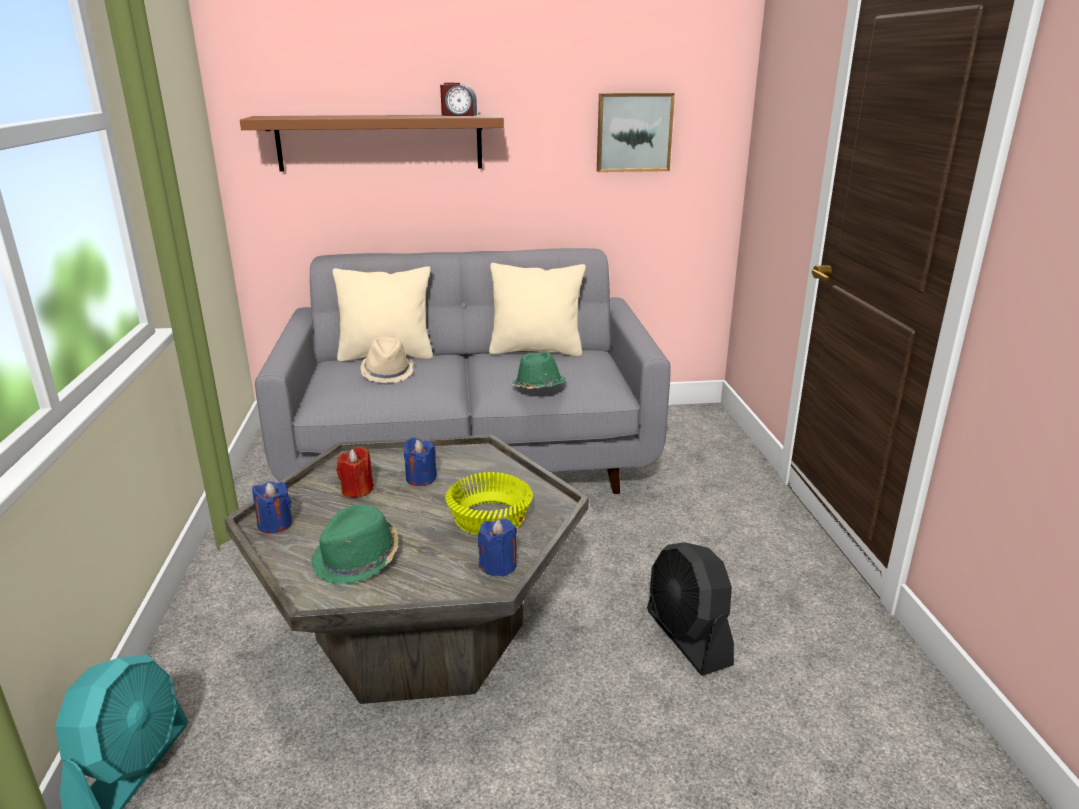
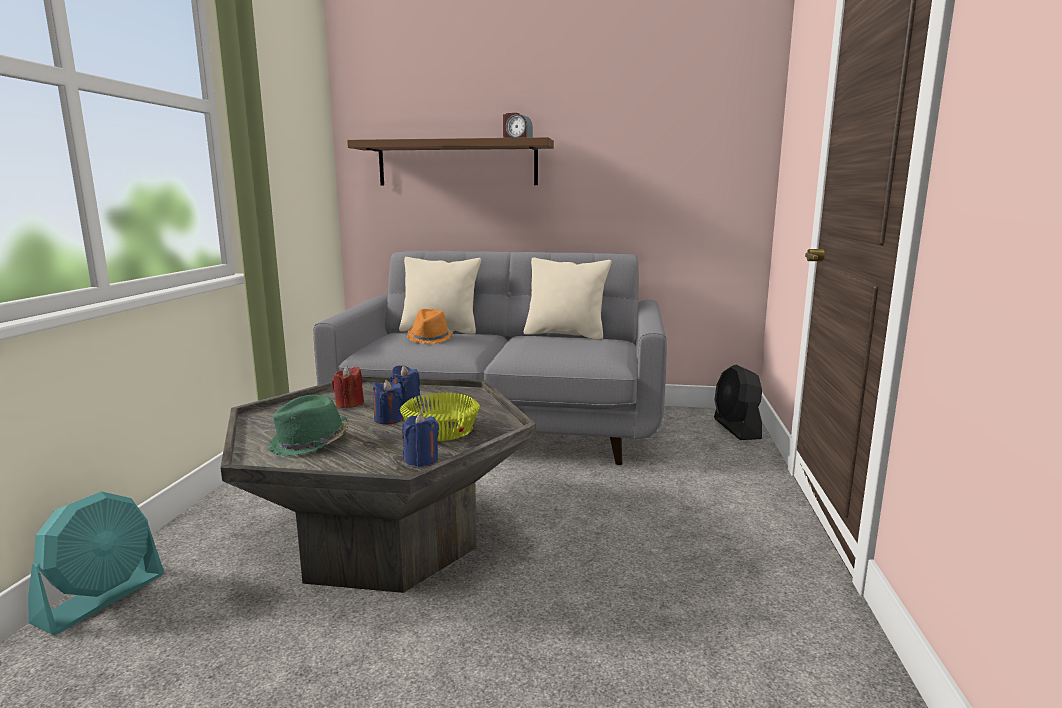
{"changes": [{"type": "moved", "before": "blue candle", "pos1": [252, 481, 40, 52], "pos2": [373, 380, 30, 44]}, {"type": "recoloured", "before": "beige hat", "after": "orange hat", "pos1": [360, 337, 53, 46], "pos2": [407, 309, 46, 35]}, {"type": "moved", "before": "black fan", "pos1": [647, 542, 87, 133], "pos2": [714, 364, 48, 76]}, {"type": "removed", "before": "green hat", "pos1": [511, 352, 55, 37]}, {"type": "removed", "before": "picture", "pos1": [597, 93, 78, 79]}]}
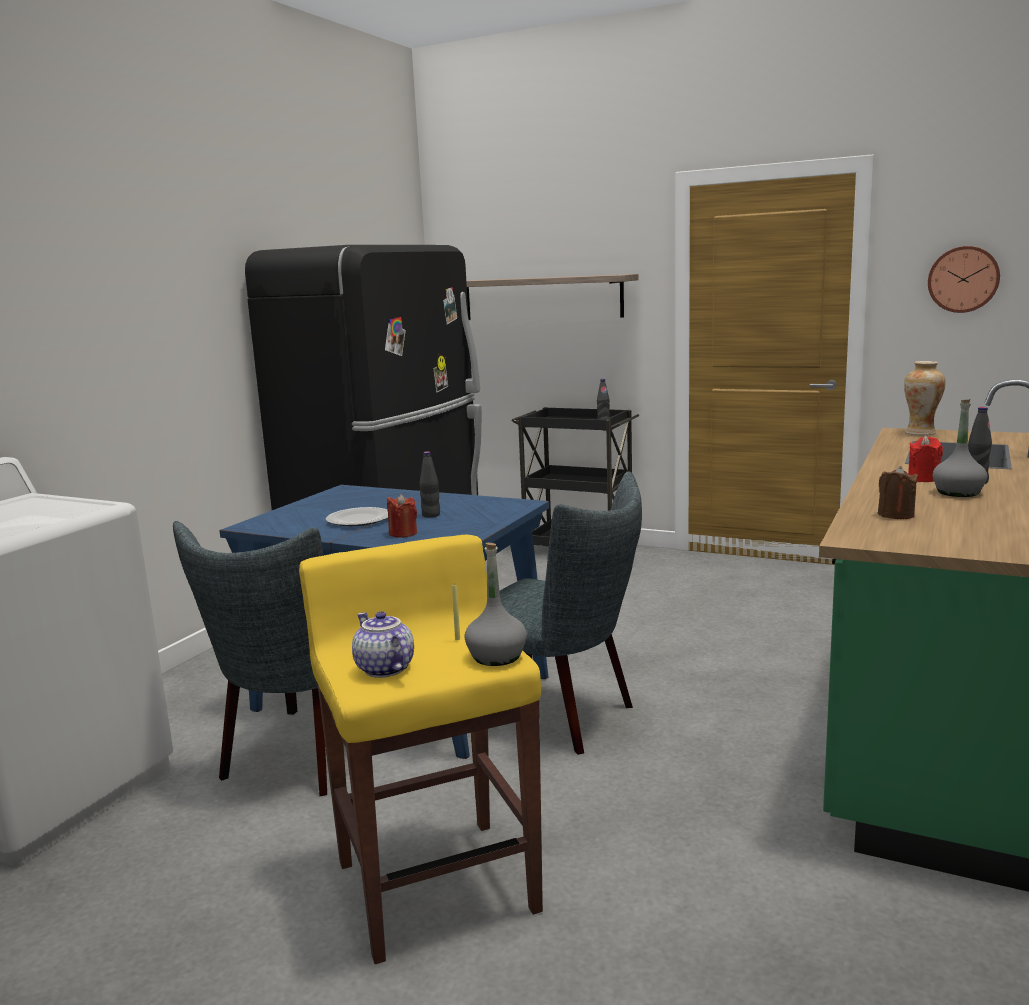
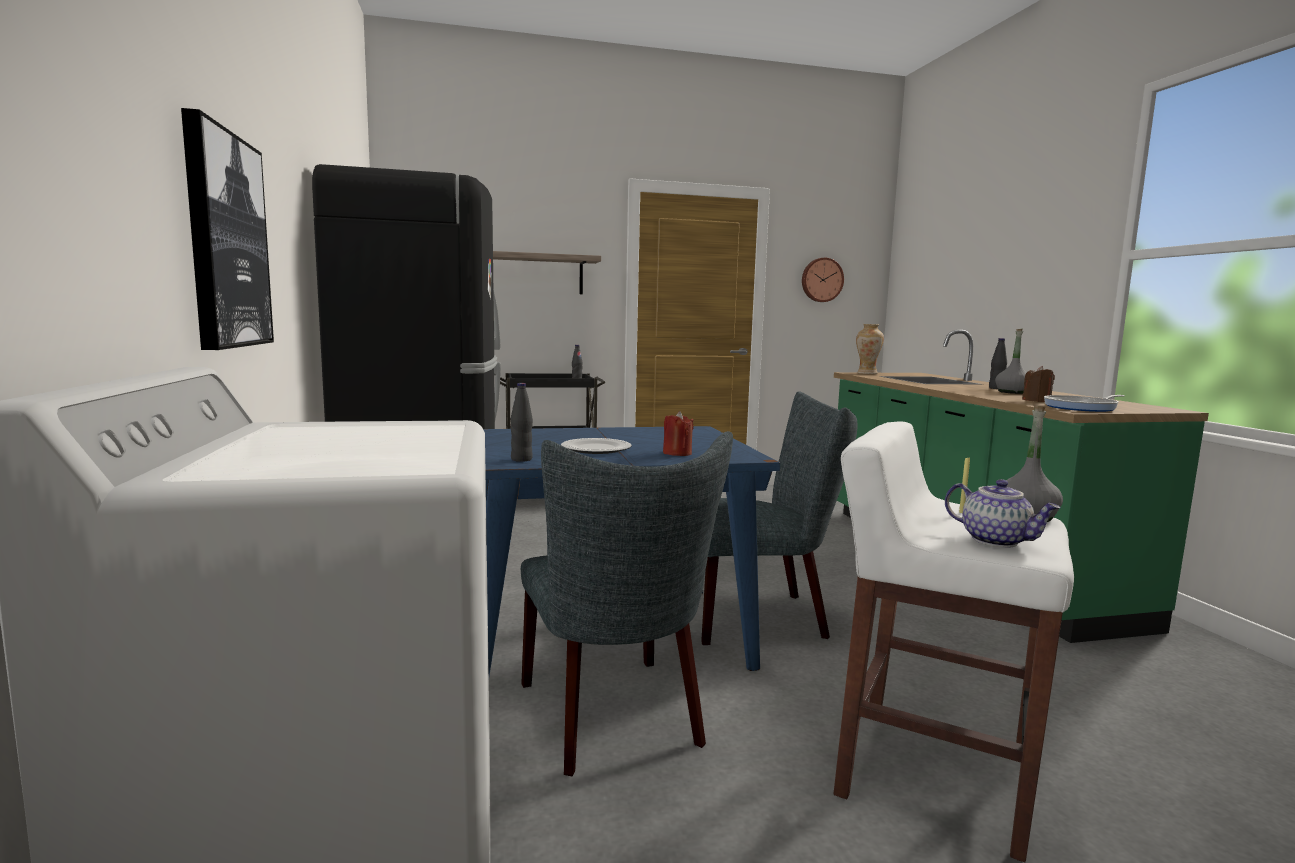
{"changes": [{"type": "added", "after": "picture", "pos2": [181, 108, 93, 242]}, {"type": "moved", "before": "black bottle", "pos1": [419, 451, 21, 67], "pos2": [511, 383, 22, 79]}, {"type": "recoloured", "before": "yellow stool", "after": "white stool", "pos1": [299, 535, 244, 429], "pos2": [834, 421, 240, 441]}, {"type": "turned", "before": "teapot", "pos1": [352, 611, 62, 67], "pos2": [945, 479, 116, 69], "turn": -150}, {"type": "added", "after": "frying pan", "pos2": [1044, 395, 81, 17]}, {"type": "removed", "before": "red candle", "pos1": [908, 436, 35, 46]}]}
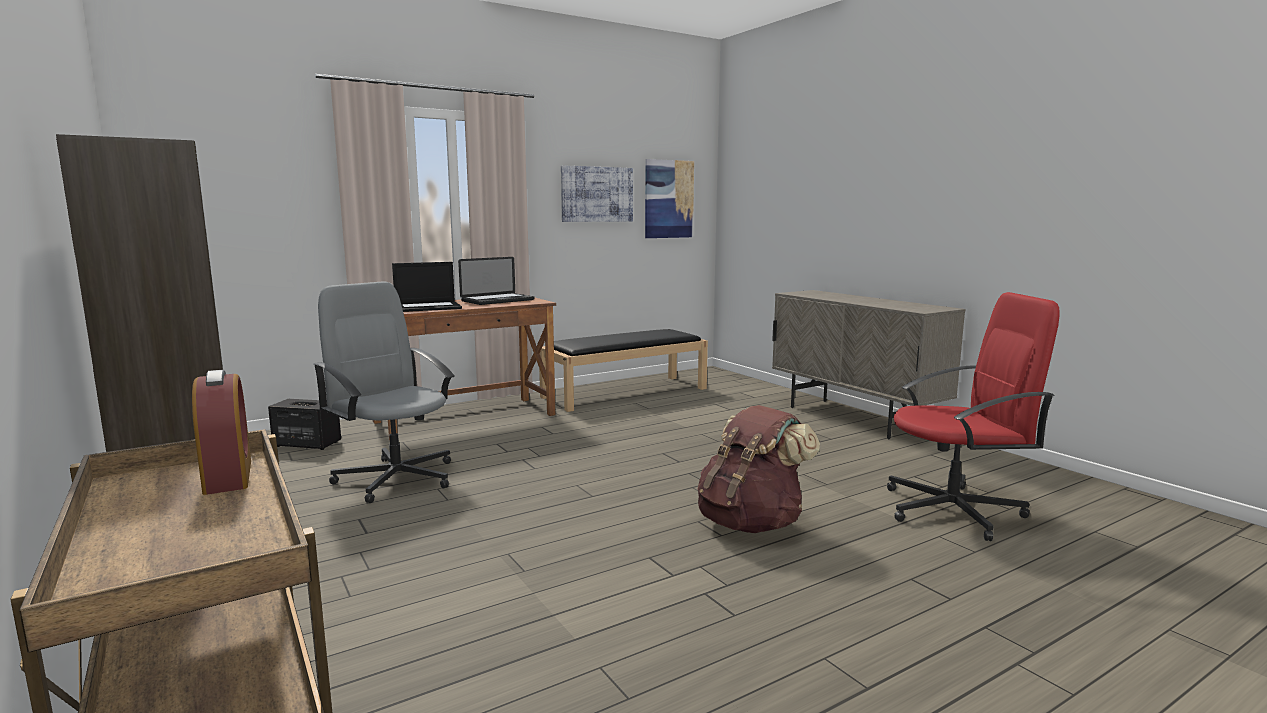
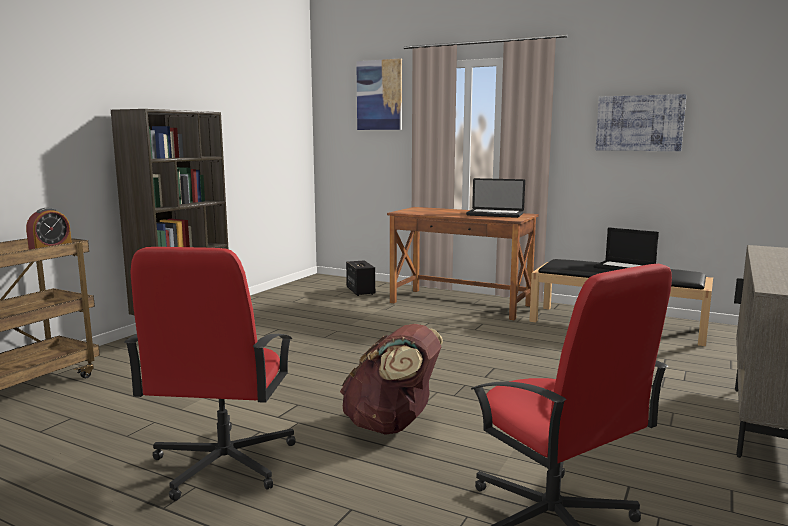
{"changes": [{"type": "added", "after": "red office chair", "pos2": [124, 247, 172, 254]}, {"type": "moved", "before": "picture", "pos1": [645, 159, 49, 79], "pos2": [356, 58, 46, 72]}, {"type": "moved", "before": "laptop", "pos1": [392, 262, 70, 50], "pos2": [594, 227, 65, 43]}, {"type": "removed", "before": "grey office chair", "pos1": [313, 281, 142, 222]}]}
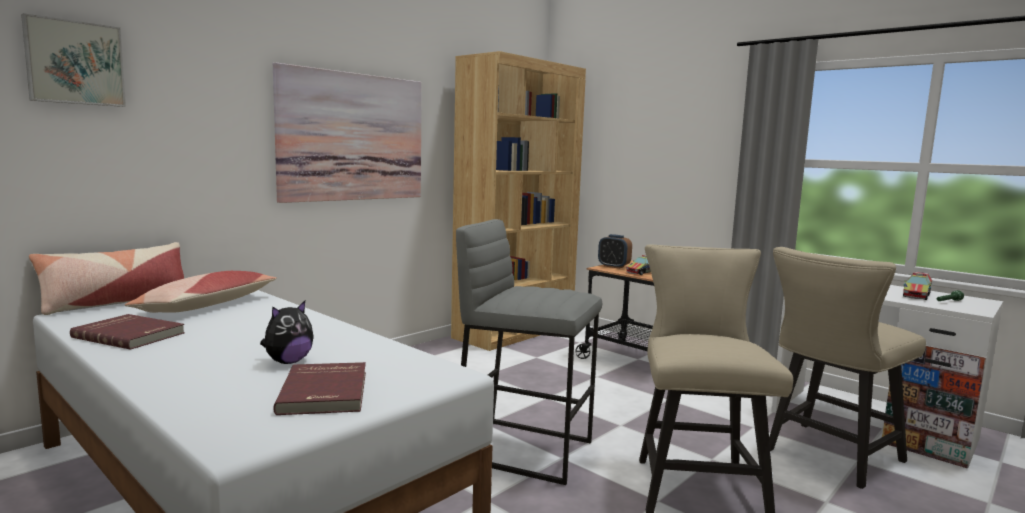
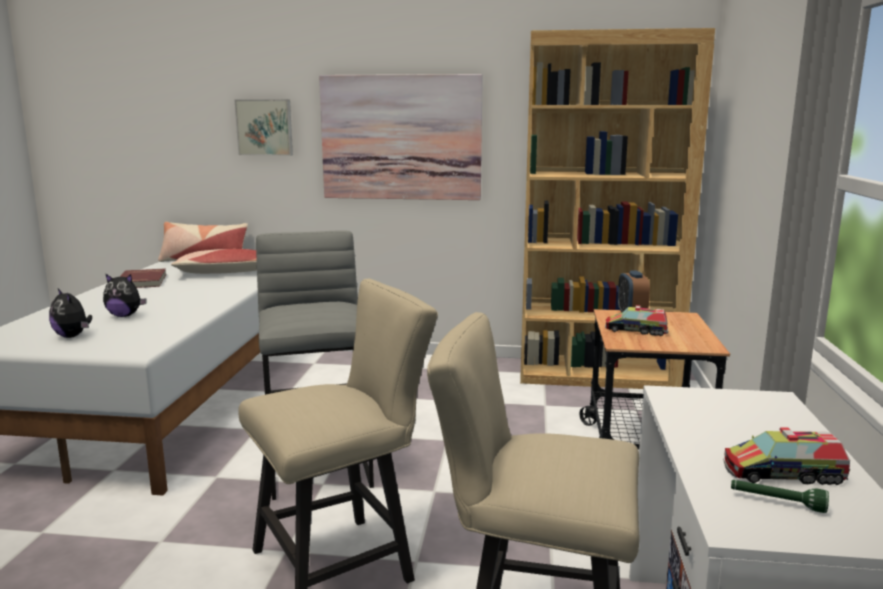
{"changes": [{"type": "replaced", "before": "red book", "after": "plush toy", "pos1": [273, 362, 93, 53], "pos2": [49, 289, 43, 49]}, {"type": "moved", "before": "picture", "pos1": [21, 13, 105, 94], "pos2": [234, 99, 59, 57]}]}
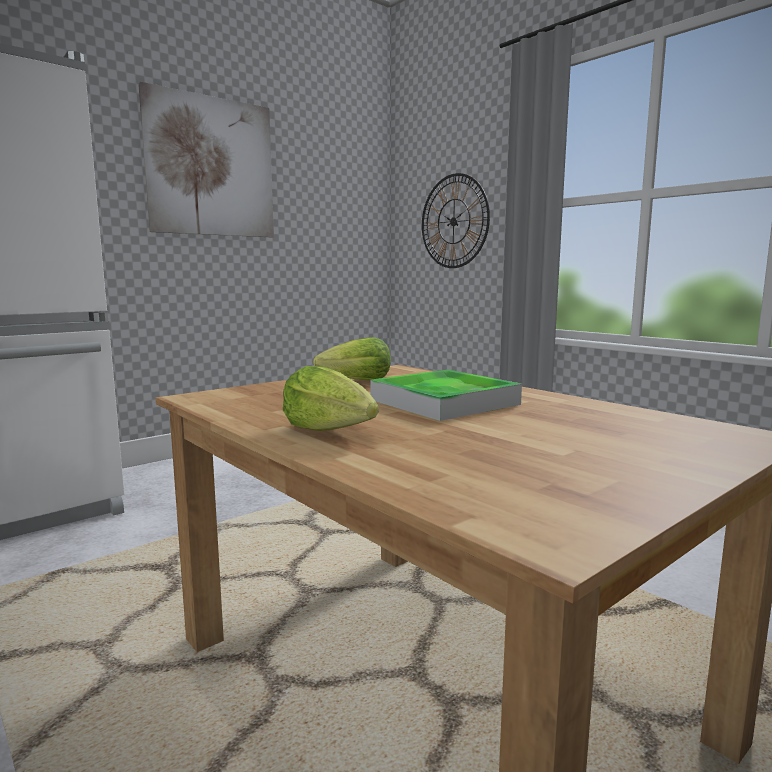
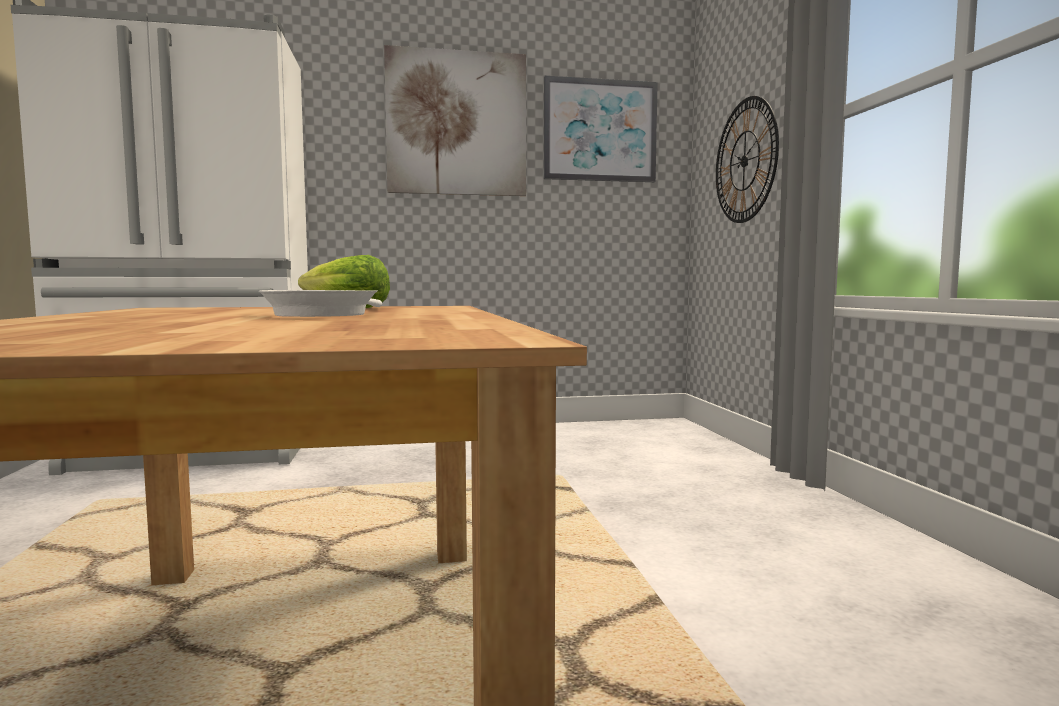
{"changes": [{"type": "replaced", "before": "tray", "after": "white frying pan", "pos1": [371, 370, 151, 51], "pos2": [259, 290, 123, 27]}, {"type": "added", "after": "picture", "pos2": [544, 76, 114, 106]}, {"type": "removed", "before": "lettuce", "pos1": [283, 366, 96, 65]}]}
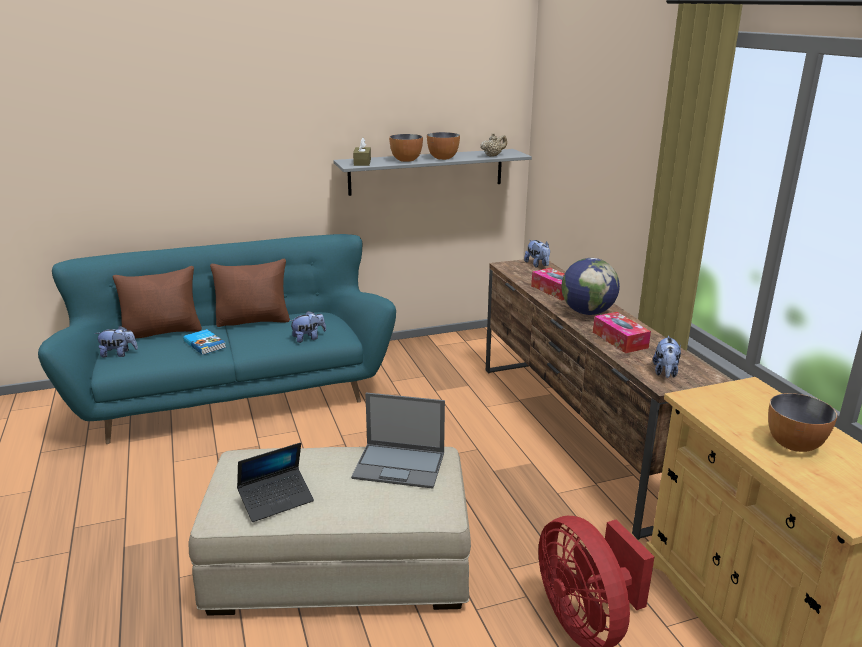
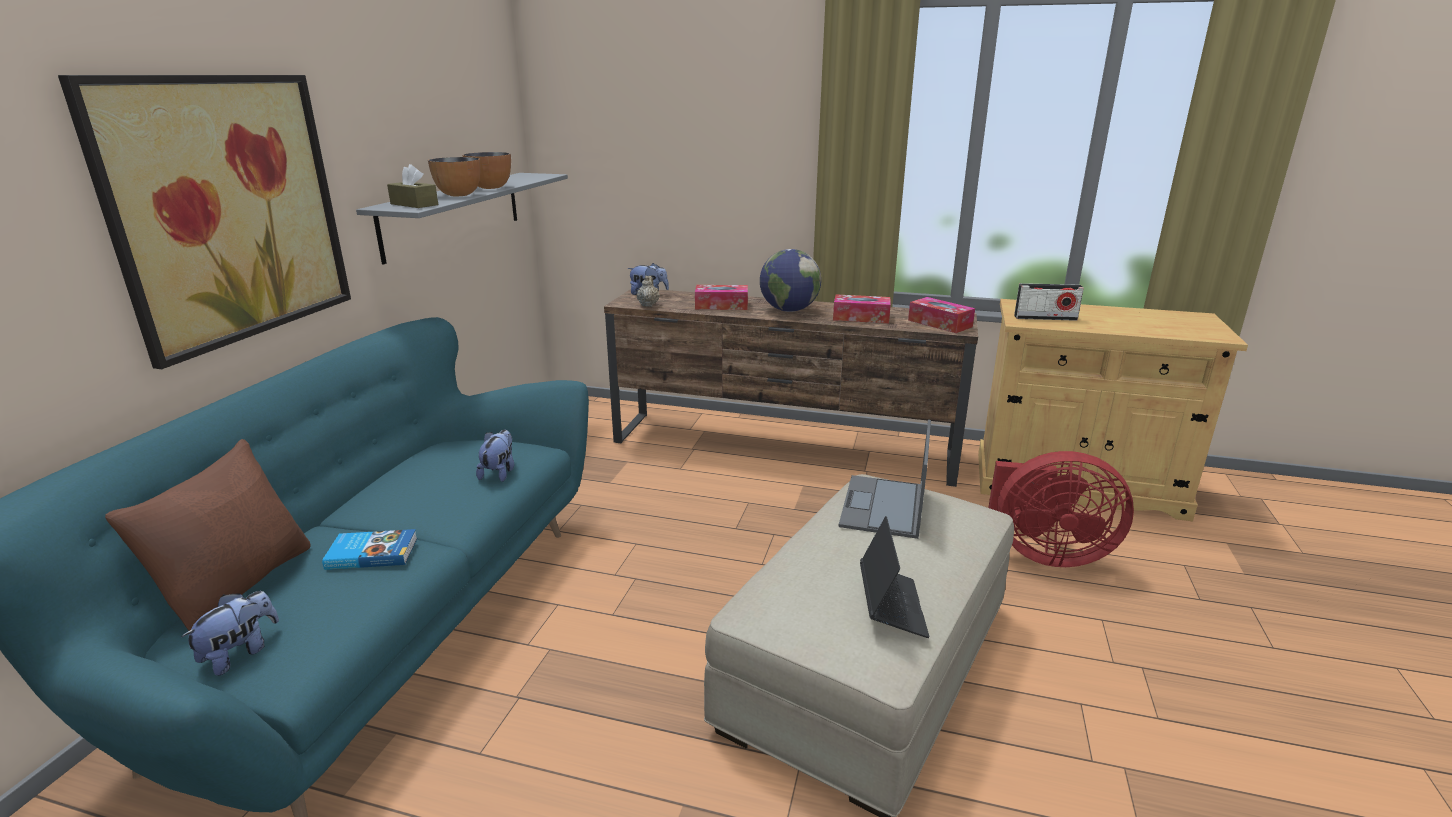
{"changes": [{"type": "added", "after": "picture", "pos2": [58, 75, 293, 294]}, {"type": "moved", "before": "beige teapot", "pos1": [480, 133, 27, 24], "pos2": [637, 276, 23, 31]}, {"type": "turned", "before": "laptop", "pos1": [351, 392, 94, 97], "pos2": [839, 420, 92, 119], "turn": 150}, {"type": "replaced", "before": "plush toy", "after": "tissue box", "pos1": [653, 336, 28, 42], "pos2": [908, 297, 67, 36]}, {"type": "added", "after": "radio", "pos2": [1014, 283, 70, 38]}, {"type": "removed", "before": "brown pillow", "pos1": [210, 259, 80, 68]}, {"type": "removed", "before": "bowl", "pos1": [768, 393, 69, 59]}]}
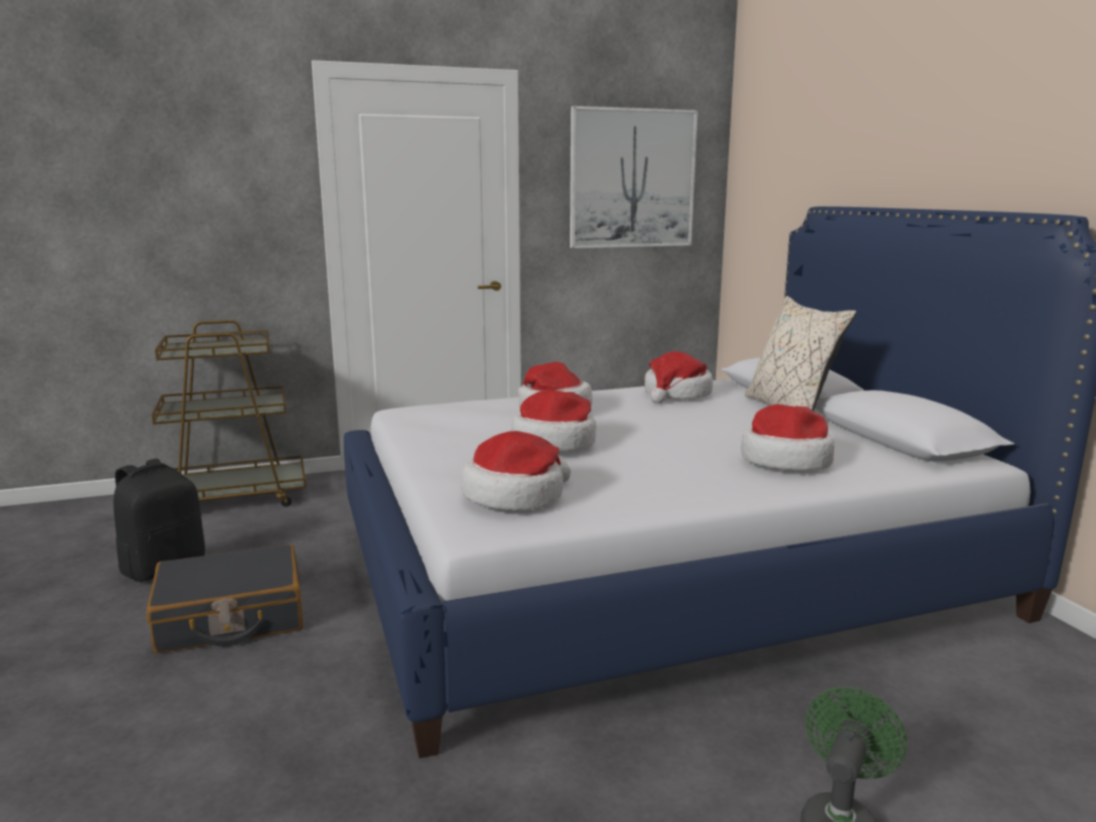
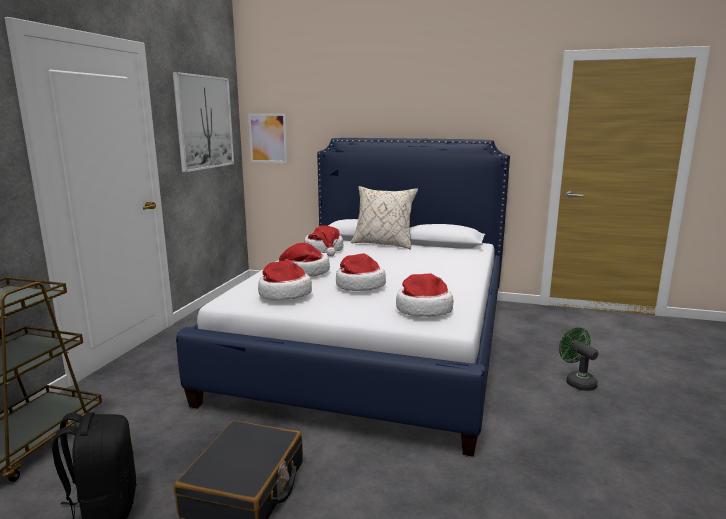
{"changes": [{"type": "added", "after": "picture", "pos2": [248, 114, 40, 49]}, {"type": "moved", "before": "hat", "pos1": [741, 404, 93, 67], "pos2": [258, 260, 54, 40]}]}
